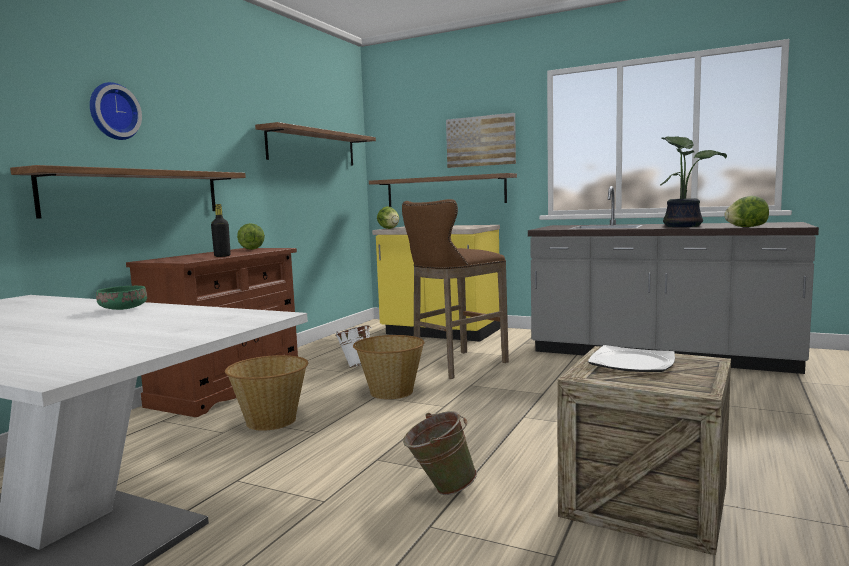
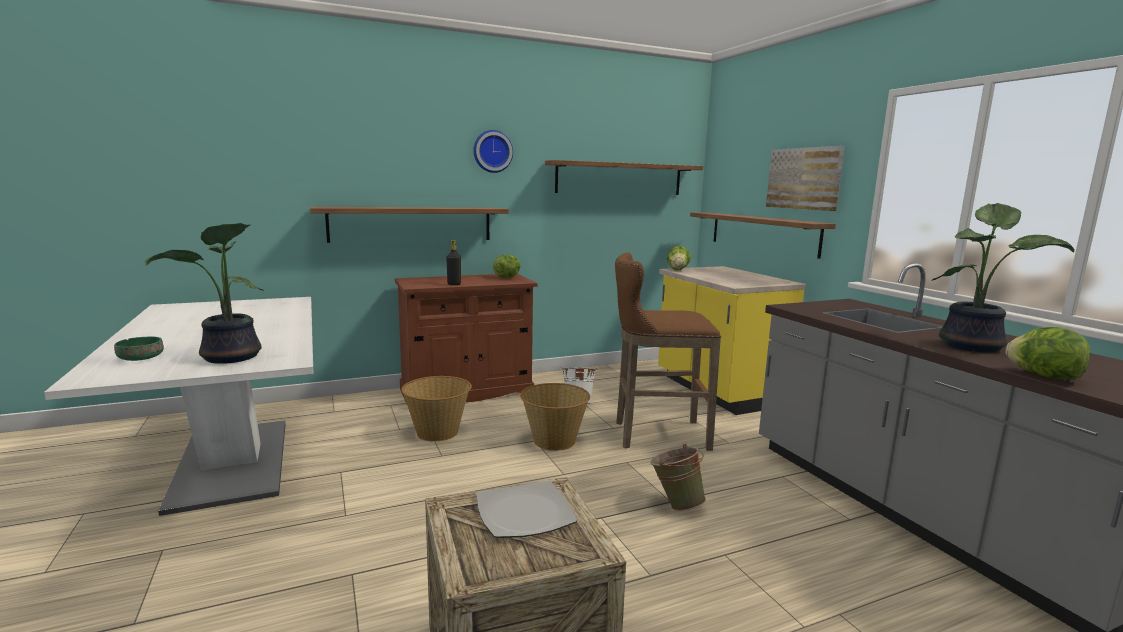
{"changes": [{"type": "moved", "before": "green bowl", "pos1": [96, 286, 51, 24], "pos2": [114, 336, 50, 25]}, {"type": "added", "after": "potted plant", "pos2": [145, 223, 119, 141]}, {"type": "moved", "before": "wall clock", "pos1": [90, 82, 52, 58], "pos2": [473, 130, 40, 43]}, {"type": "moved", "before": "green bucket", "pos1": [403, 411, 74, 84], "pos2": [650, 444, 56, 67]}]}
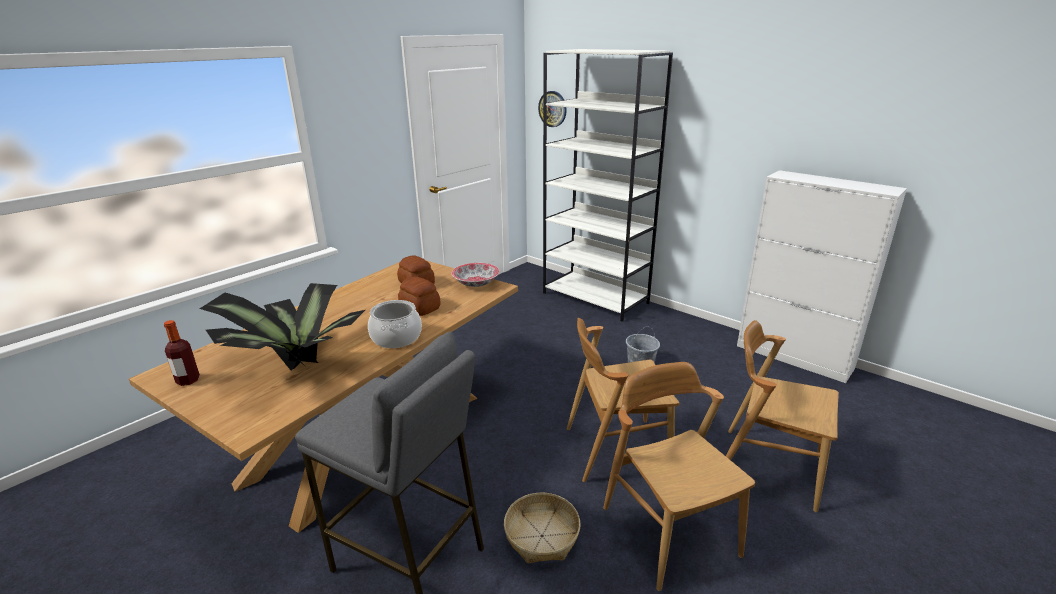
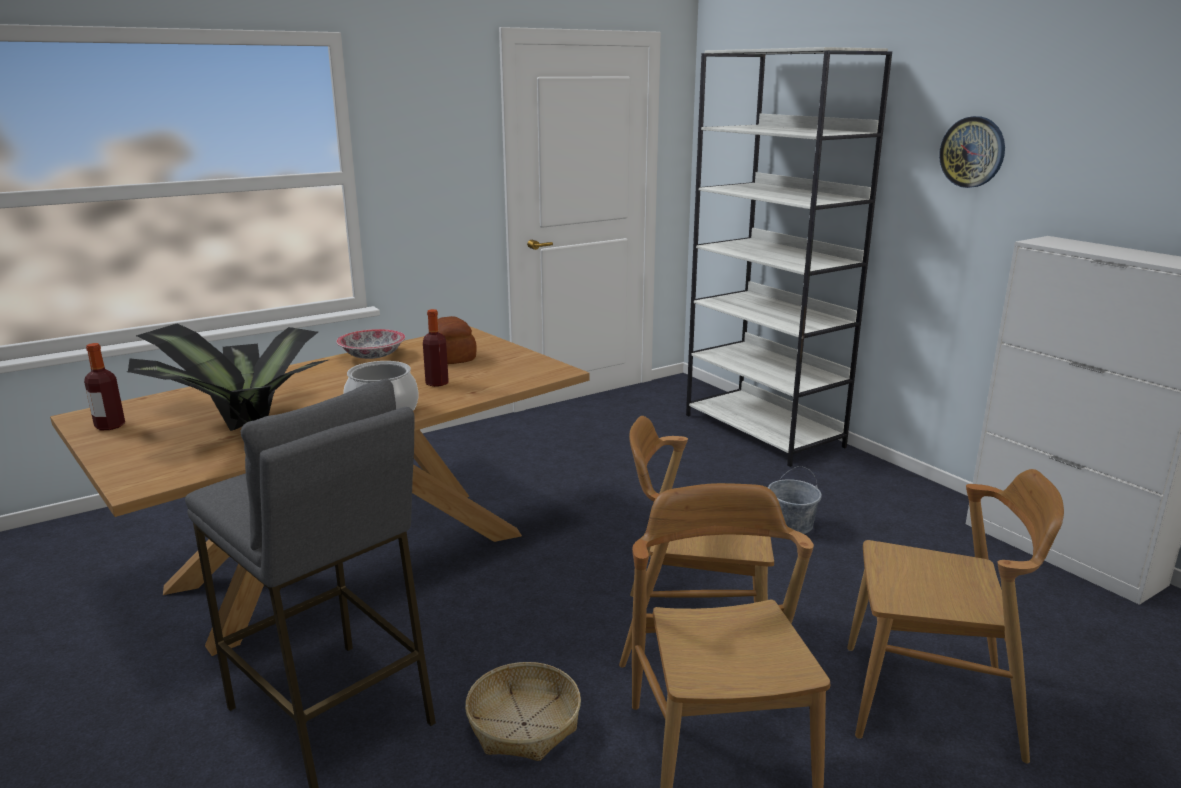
{"changes": [{"type": "moved", "before": "bowl", "pos1": [452, 263, 47, 24], "pos2": [336, 329, 69, 30]}, {"type": "replaced", "before": "bread", "after": "bottle", "pos1": [398, 276, 42, 40], "pos2": [423, 309, 26, 78]}, {"type": "turned", "before": "brown chair", "pos1": [726, 320, 113, 192], "pos2": [847, 469, 217, 294], "turn": 150}, {"type": "moved", "before": "wall clock", "pos1": [538, 91, 29, 36], "pos2": [939, 116, 66, 72]}]}
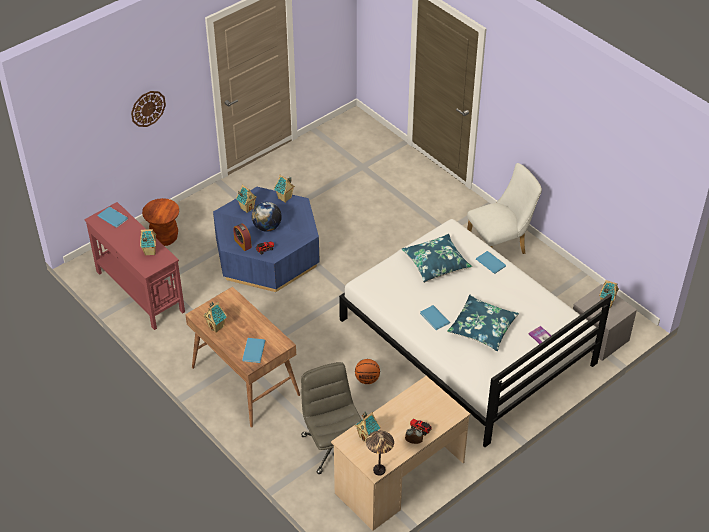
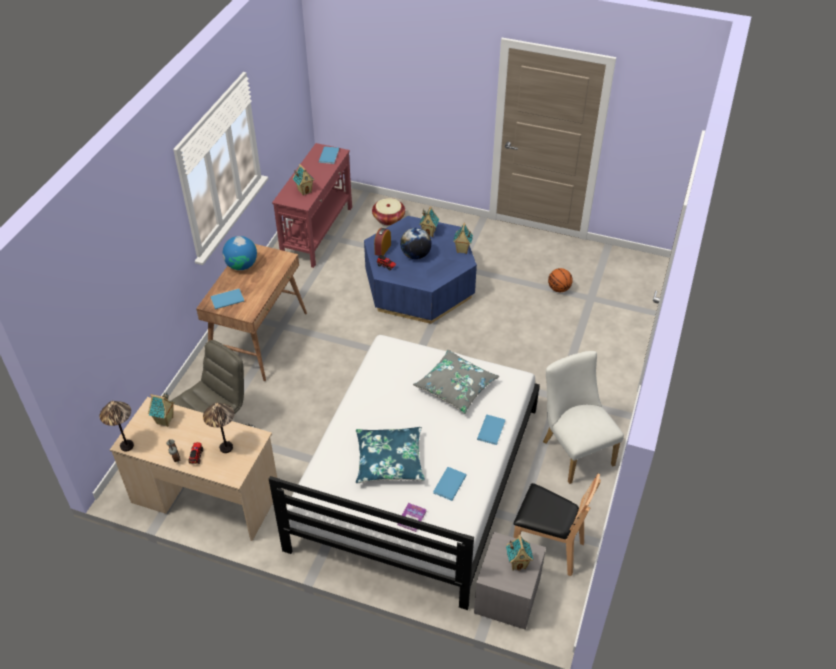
{"changes": [{"type": "added", "after": "table lamp", "pos2": [203, 403, 31, 50]}, {"type": "replaced", "before": "toy house", "after": "globe", "pos1": [203, 302, 24, 31], "pos2": [223, 236, 34, 34]}, {"type": "replaced", "before": "brown stool", "after": "basket", "pos1": [142, 198, 37, 48], "pos2": [372, 198, 33, 27]}, {"type": "recoloured", "before": "blue pillow", "after": "grey pillow", "pos1": [402, 234, 70, 49], "pos2": [413, 350, 86, 64]}, {"type": "moved", "before": "blue book", "pos1": [420, 305, 30, 25], "pos2": [433, 467, 34, 34]}, {"type": "added", "after": "brown chair", "pos2": [513, 473, 88, 103]}, {"type": "turned", "before": "white chair", "pos1": [467, 163, 75, 91], "pos2": [543, 351, 81, 133], "turn": -150}, {"type": "moved", "before": "basketball", "pos1": [355, 359, 25, 25], "pos2": [548, 268, 25, 24]}, {"type": "removed", "before": "wall clock", "pos1": [131, 91, 35, 36]}]}
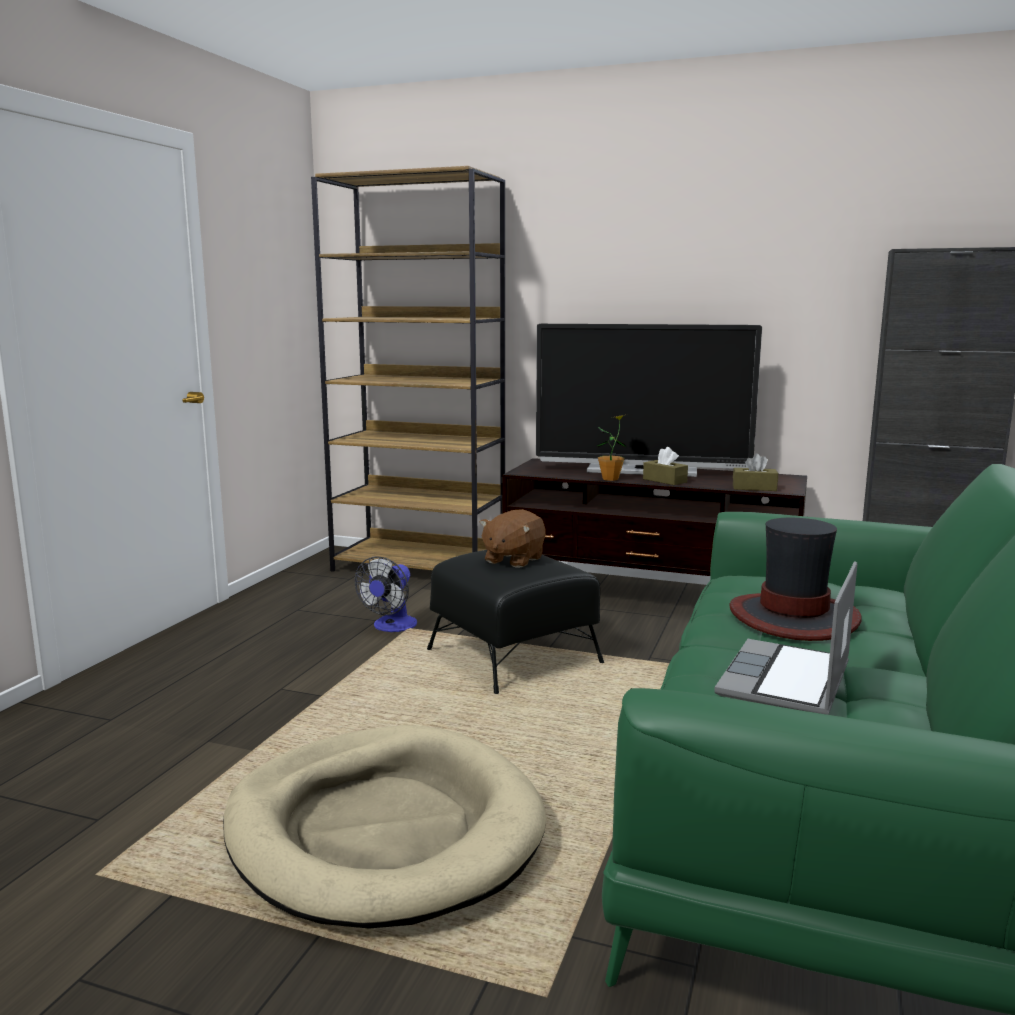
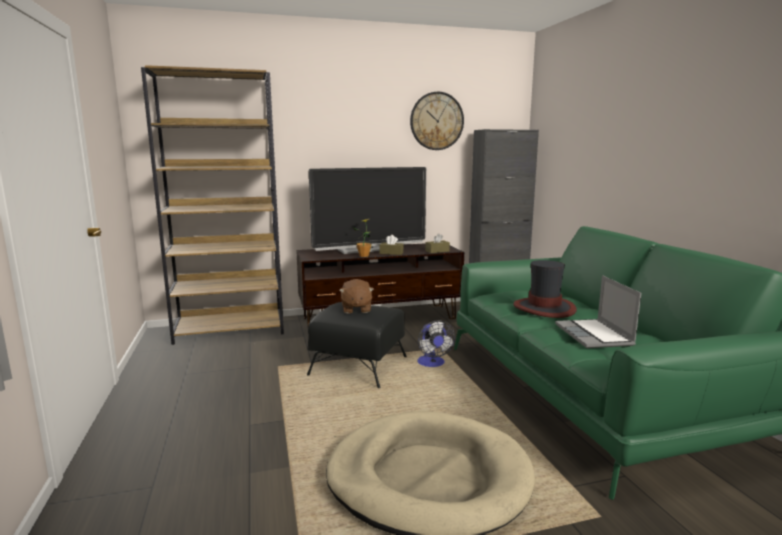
{"changes": [{"type": "added", "after": "wall clock", "pos2": [410, 92, 54, 58]}, {"type": "moved", "before": "fan", "pos1": [355, 557, 62, 75], "pos2": [417, 320, 38, 47]}]}
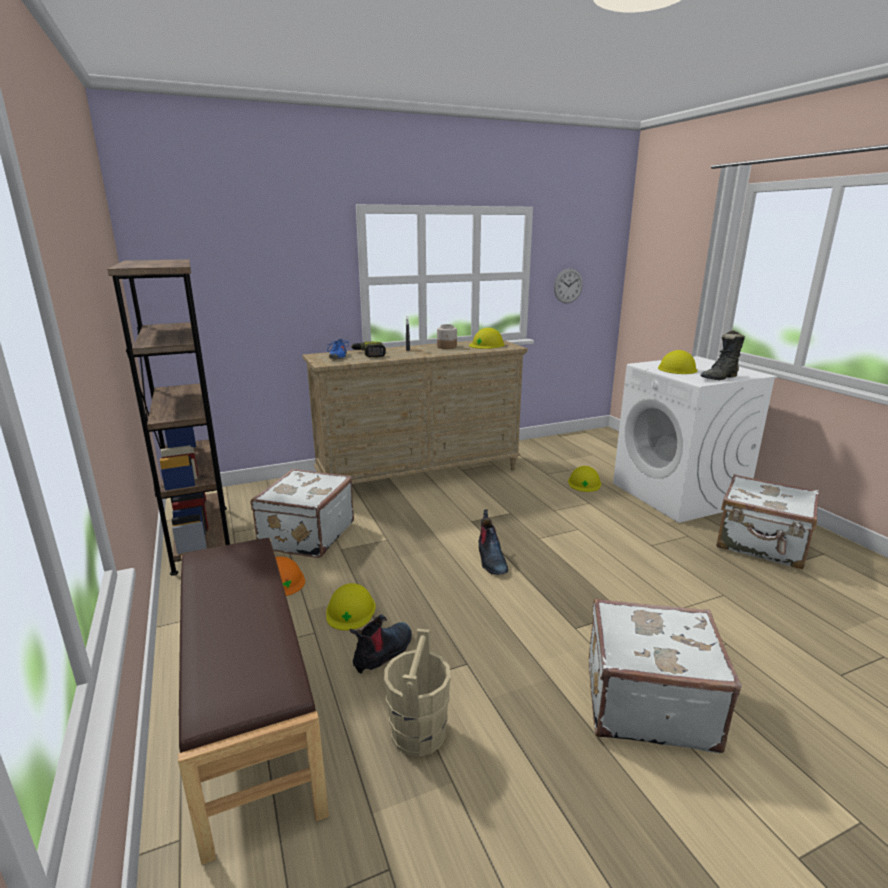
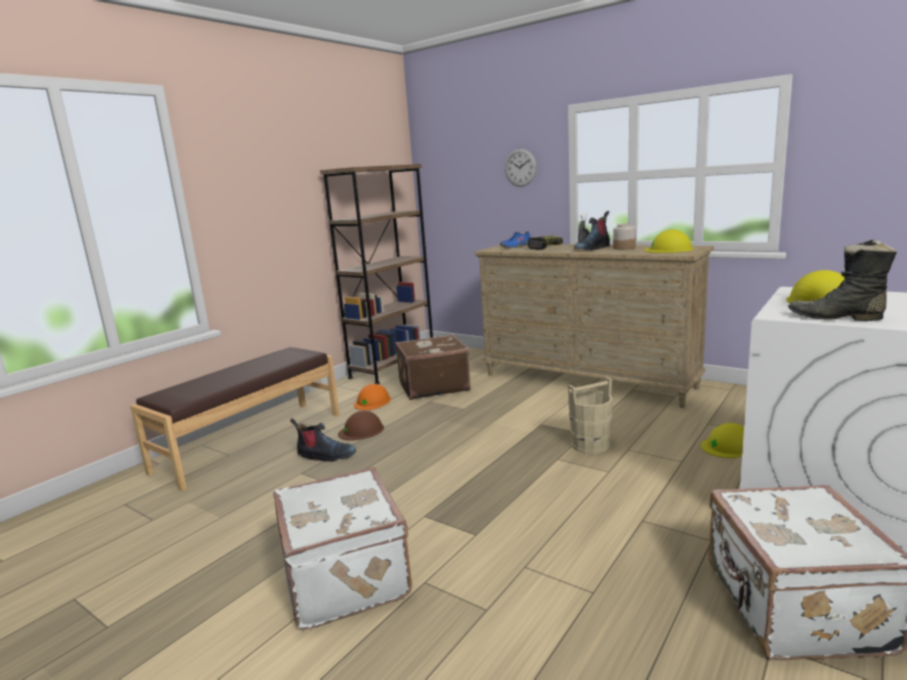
{"changes": [{"type": "recoloured", "before": "yellow hard hat", "after": "brown hard hat", "pos1": [326, 583, 50, 48], "pos2": [338, 411, 46, 30]}, {"type": "recoloured", "before": "white suitcase", "after": "brown suitcase", "pos1": [251, 469, 103, 89], "pos2": [395, 334, 76, 66]}, {"type": "moved", "before": "wall clock", "pos1": [554, 268, 29, 35], "pos2": [505, 149, 32, 38]}, {"type": "moved", "before": "beige bucket", "pos1": [384, 629, 67, 128], "pos2": [568, 377, 45, 77]}, {"type": "moved", "before": "boot", "pos1": [478, 509, 30, 66], "pos2": [574, 211, 36, 39]}]}
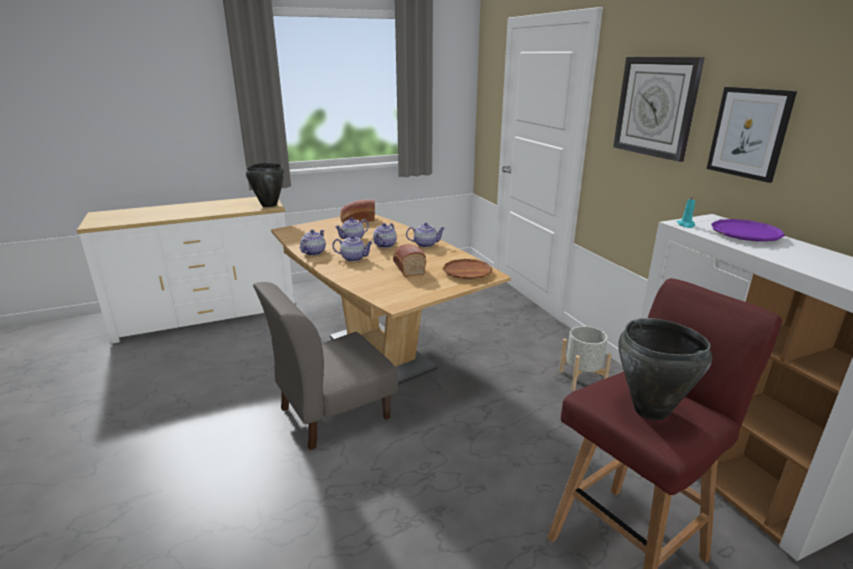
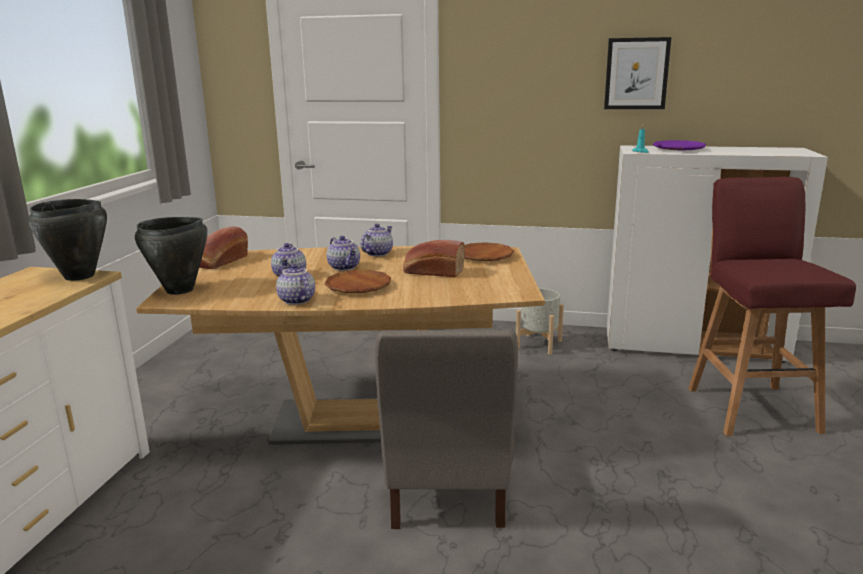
{"changes": [{"type": "moved", "before": "black cooking pot", "pos1": [618, 318, 94, 103], "pos2": [135, 217, 73, 78]}, {"type": "replaced", "before": "teapot", "after": "brown plate", "pos1": [332, 235, 42, 27], "pos2": [325, 270, 66, 23]}, {"type": "removed", "before": "wall clock", "pos1": [613, 57, 92, 105]}]}
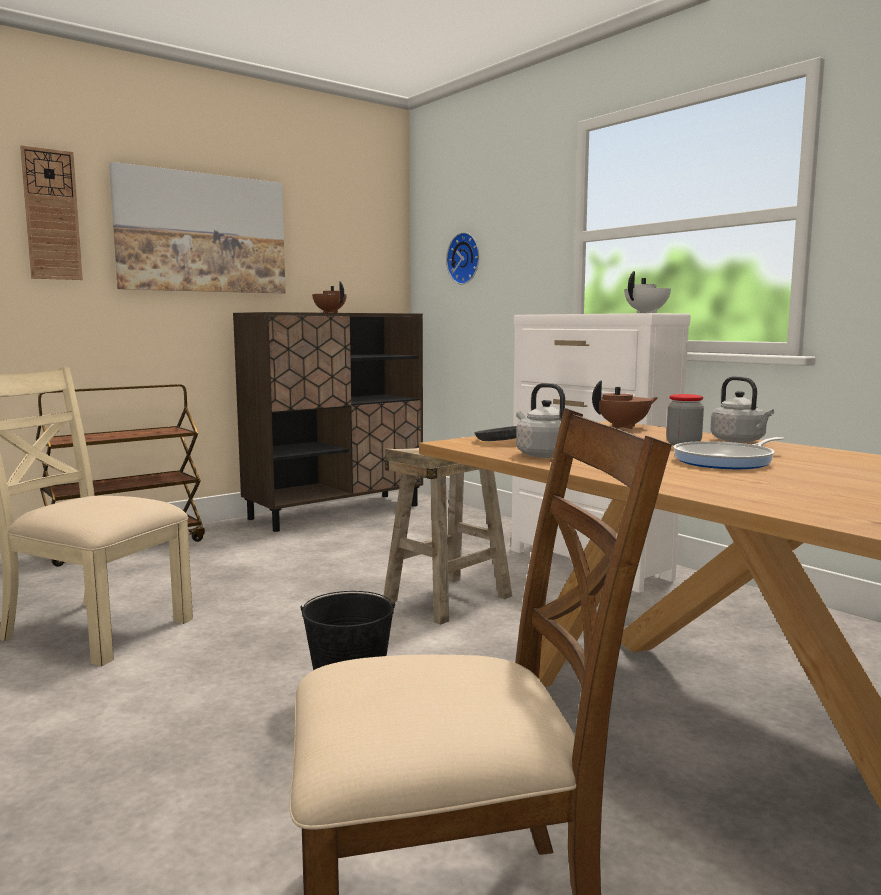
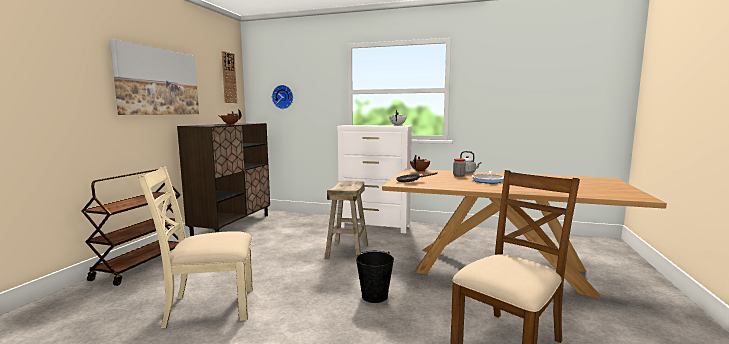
{"changes": [{"type": "moved", "before": "wall clock", "pos1": [20, 145, 63, 135], "pos2": [222, 51, 15, 52]}, {"type": "removed", "before": "grey kettle", "pos1": [516, 383, 49, 75]}]}
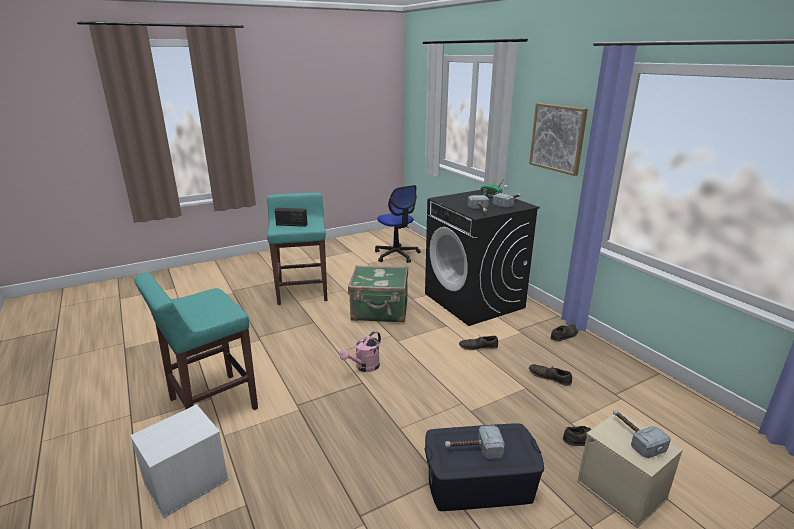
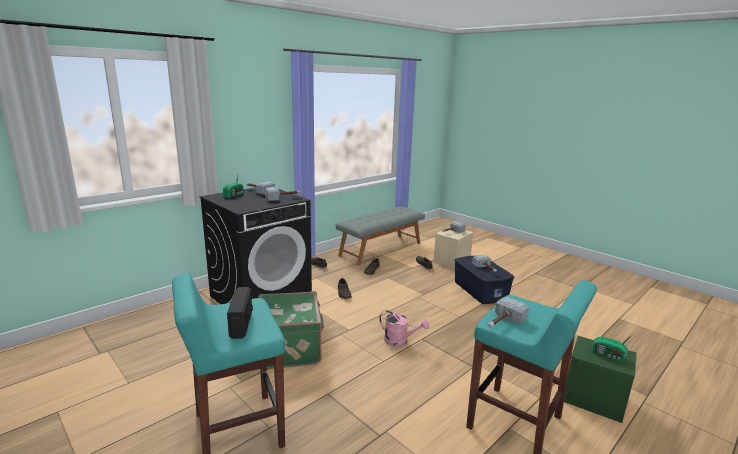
{"changes": [{"type": "added", "after": "grey bench", "pos2": [336, 207, 89, 58]}, {"type": "added", "after": "hammer", "pos2": [488, 297, 41, 31]}, {"type": "recoloured", "before": "white storage box", "after": "green storage box", "pos1": [130, 405, 99, 113], "pos2": [564, 336, 73, 87]}, {"type": "added", "after": "radio", "pos2": [592, 333, 42, 29]}, {"type": "removed", "before": "office chair", "pos1": [375, 185, 46, 78]}, {"type": "removed", "before": "picture", "pos1": [529, 103, 59, 73]}]}
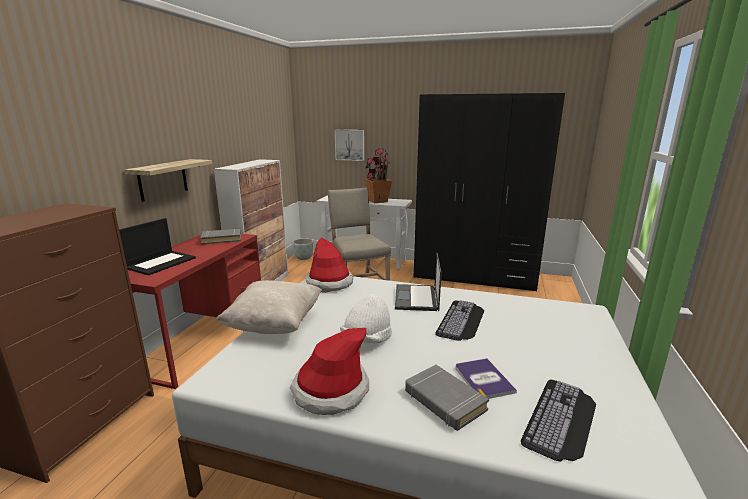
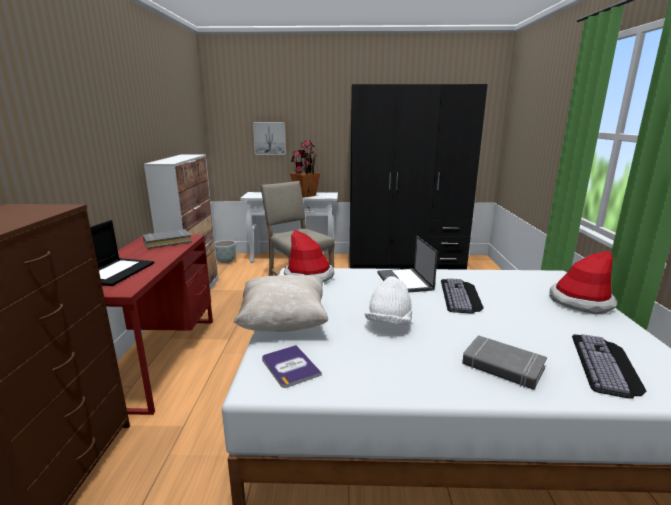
{"changes": [{"type": "moved", "before": "book", "pos1": [455, 358, 62, 41], "pos2": [262, 345, 60, 43]}, {"type": "moved", "before": "hat", "pos1": [290, 328, 79, 87], "pos2": [549, 251, 68, 63]}, {"type": "removed", "before": "shelf", "pos1": [125, 159, 87, 43]}]}
